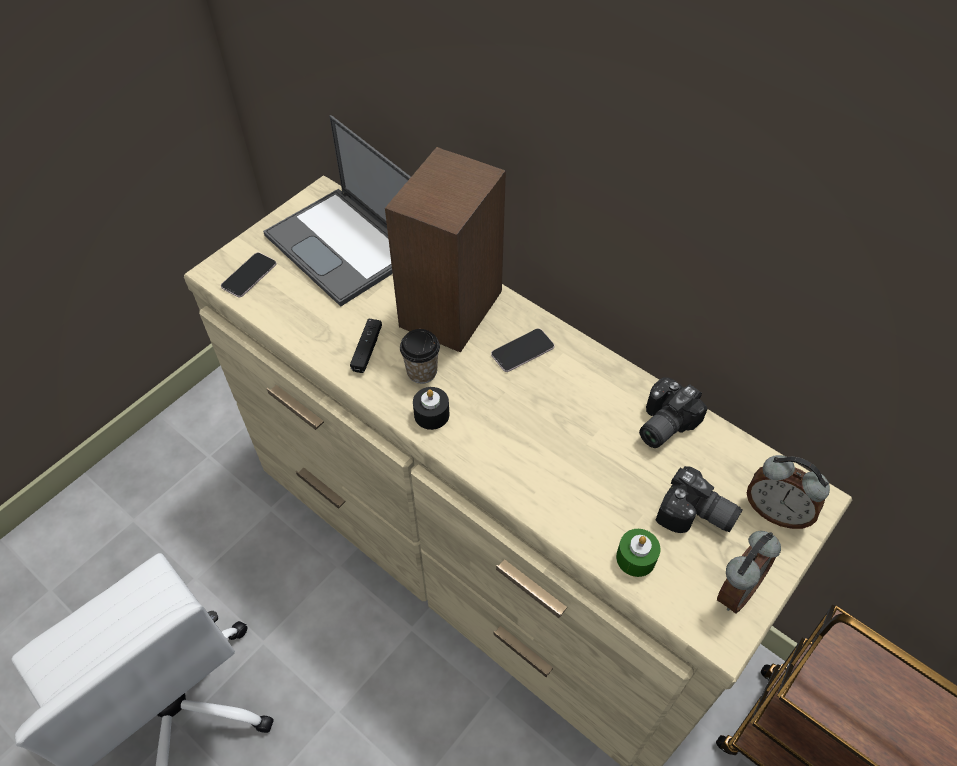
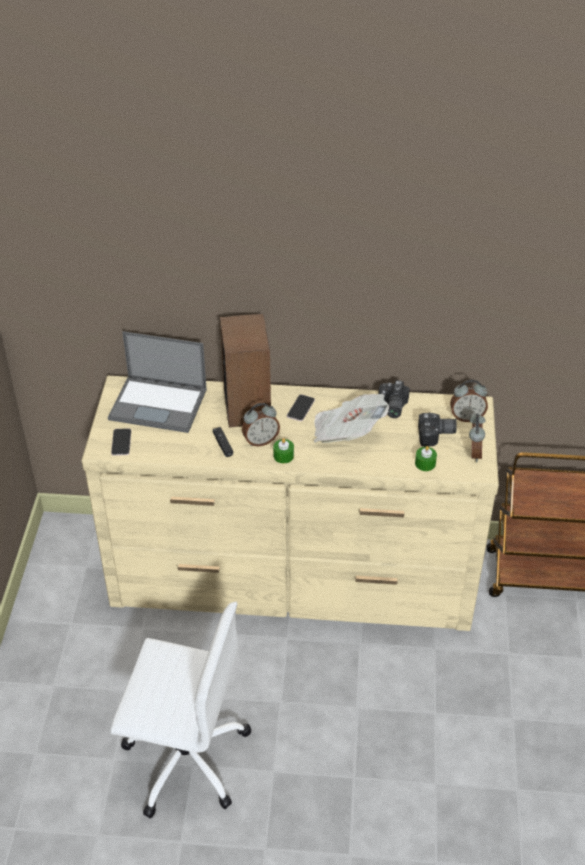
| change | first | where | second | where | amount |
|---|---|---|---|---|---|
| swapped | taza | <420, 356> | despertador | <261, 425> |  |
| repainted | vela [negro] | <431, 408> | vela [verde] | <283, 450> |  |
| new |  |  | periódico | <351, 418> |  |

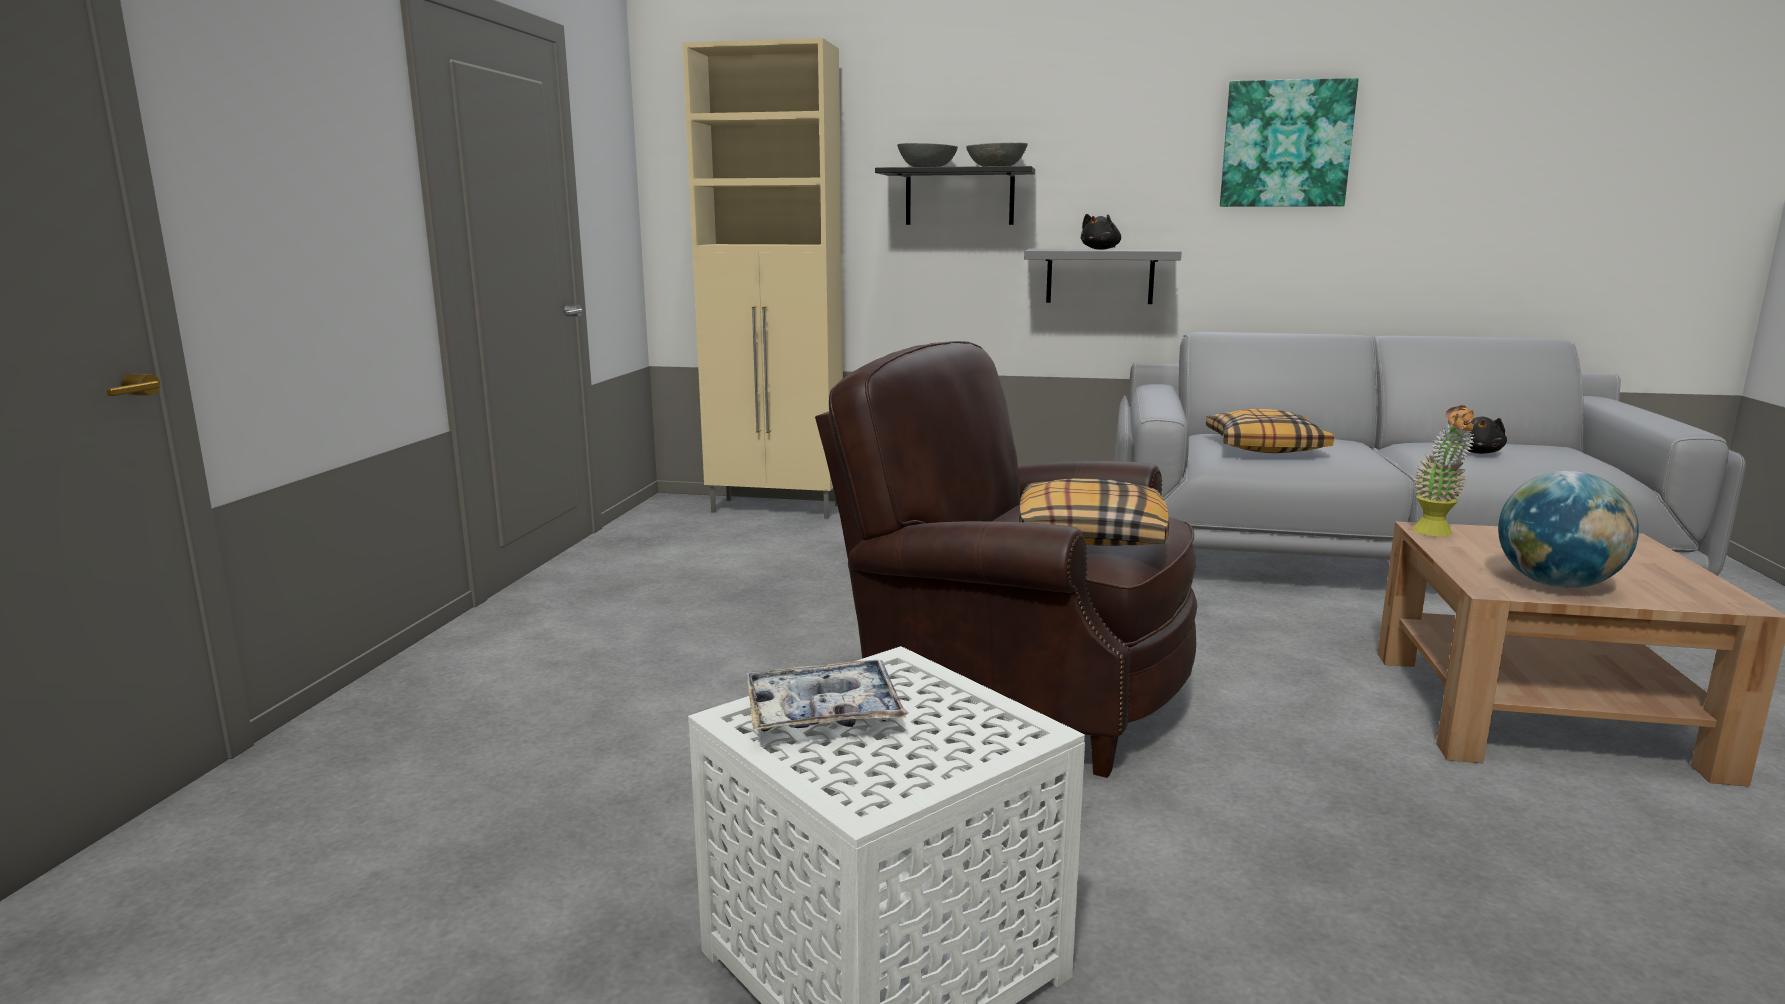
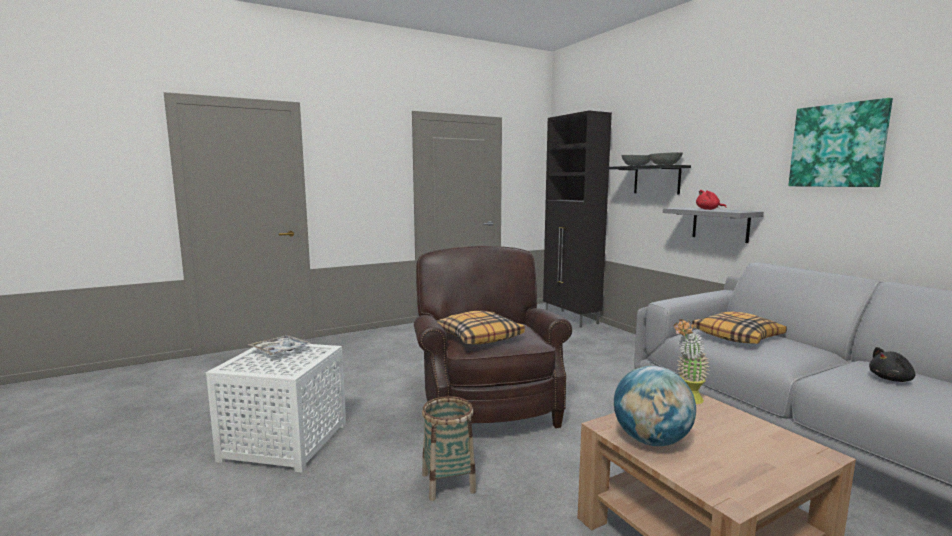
| change | first | where | second | where | amount |
|---|---|---|---|---|---|
| repainted | armario [beis] | <762, 278> | armario [negro] | <577, 219> |  |
| repainted | peluche [negro] | <1101, 232> | peluche [rojo] | <711, 200> |  |
| new |  |  | cesta | <449, 448> |  |

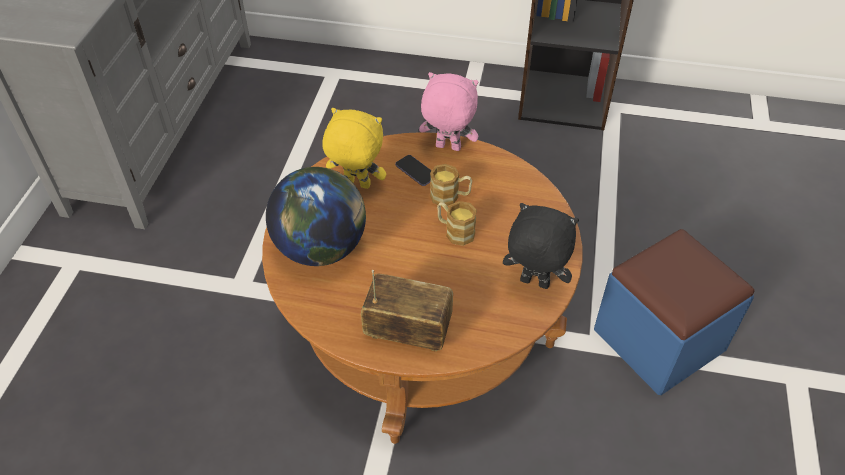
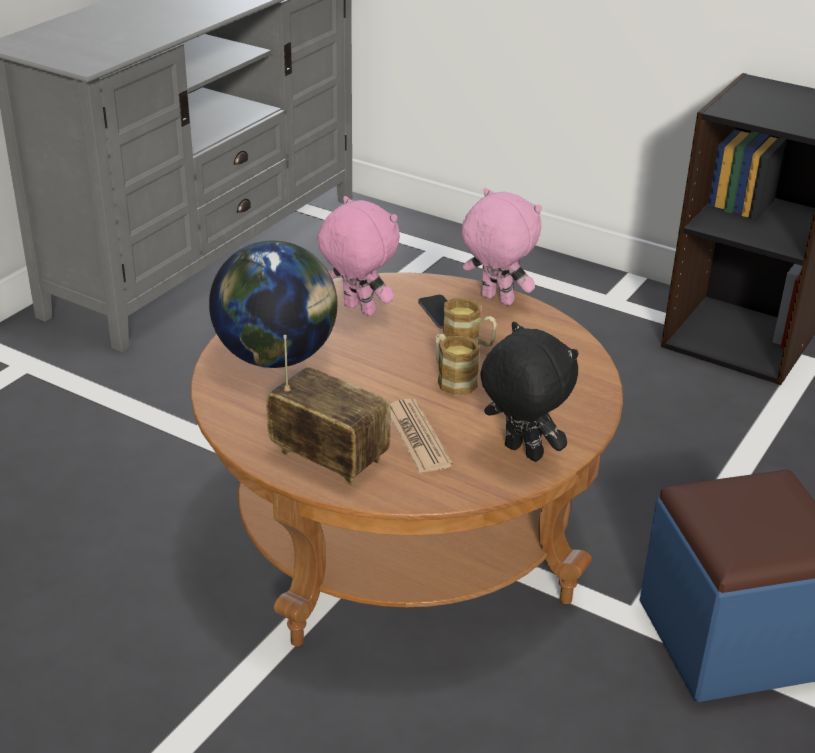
| change | first | where | second | where | amount |
|---|---|---|---|---|---|
| repainted | peluche [amarillo] | <354, 148> | peluche [rosa] | <359, 256> |  |
| new |  |  | periódico | <421, 436> |  |

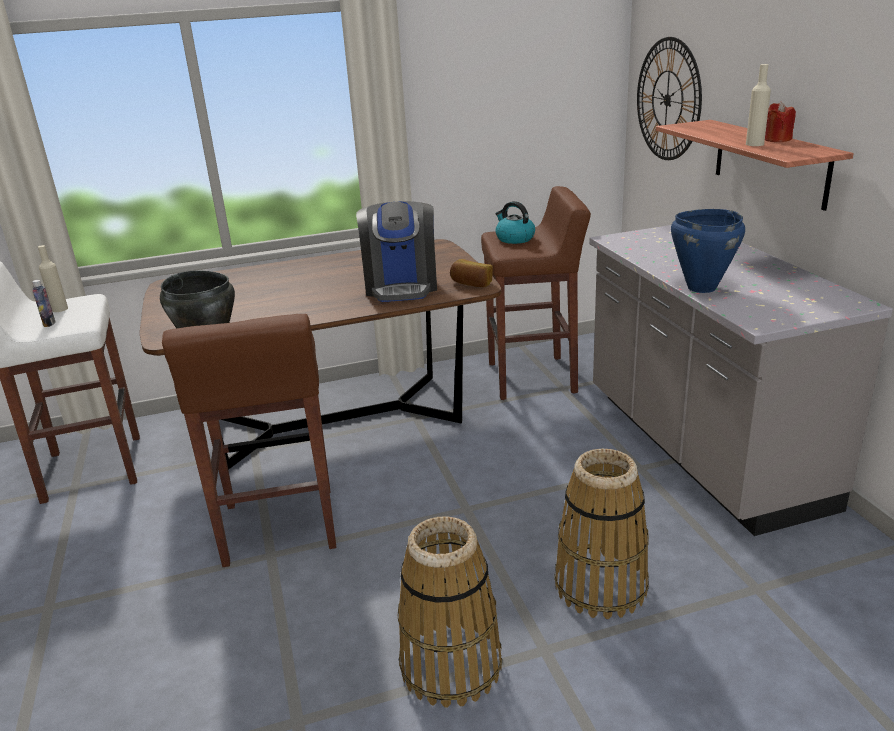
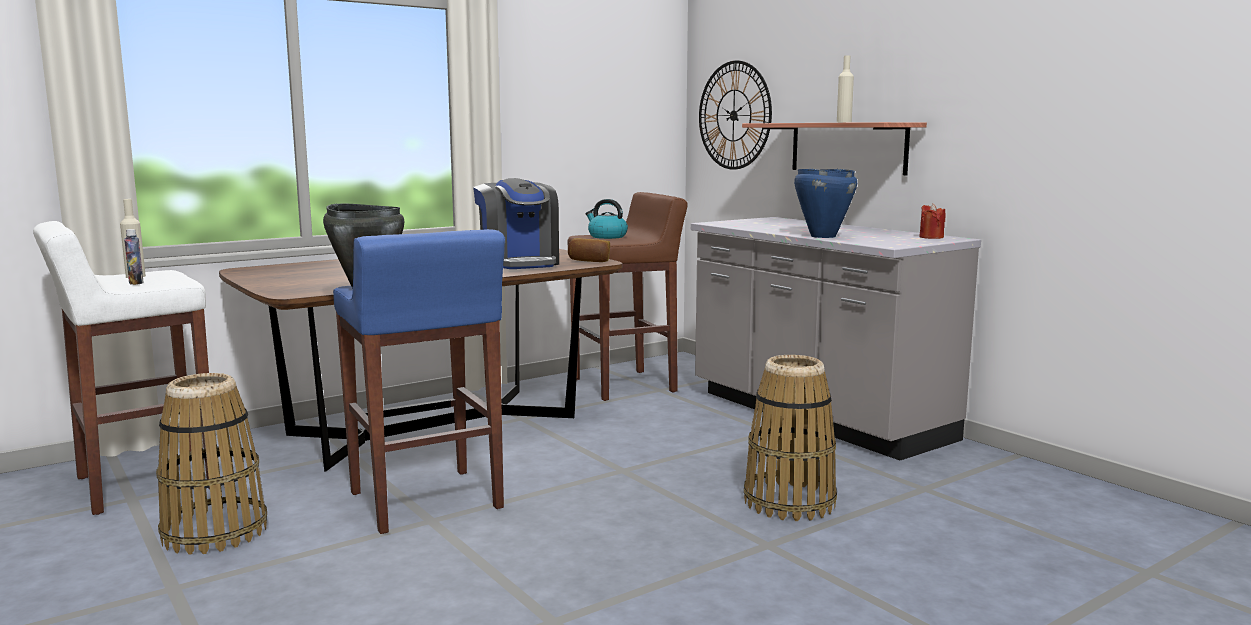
| change | first | where | second | where | amount |
|---|---|---|---|---|---|
| repainted | taburete [marrón] | <249, 440> | taburete [azul] | <419, 381> |  |
| shifted | cesta | <450, 612> |  | <211, 464> |  |
| shifted | vela [rojo] | <780, 122> |  | <933, 221> |  |

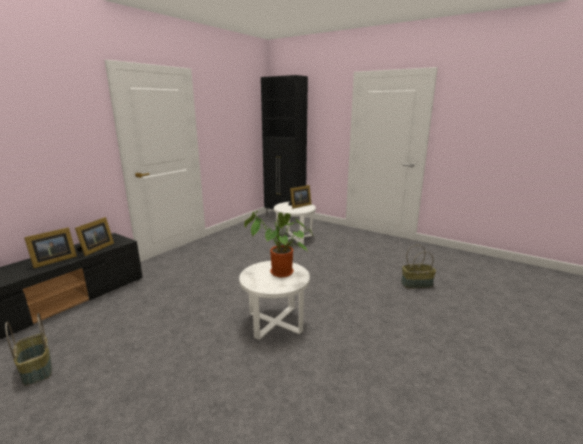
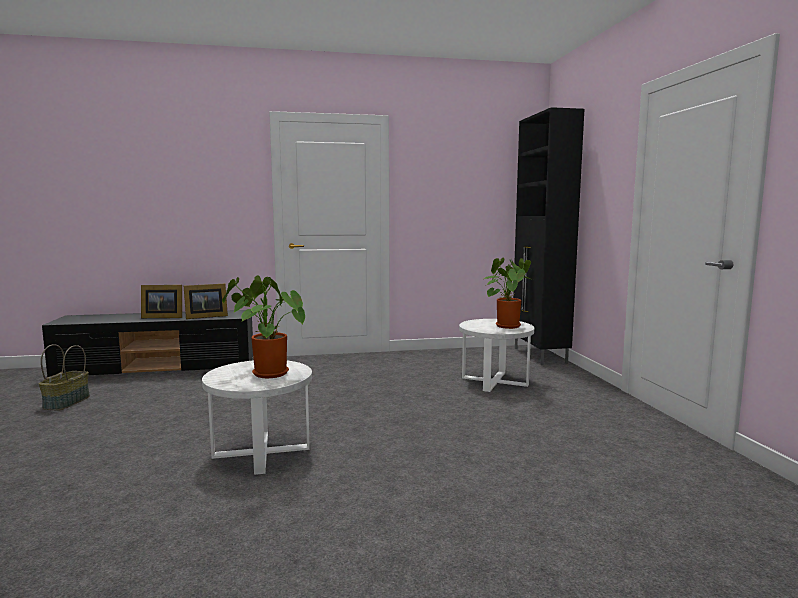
| change | first | where | second | where | amount |
|---|---|---|---|---|---|
| swapped | portarretratos | <300, 197> | planta en maceta | <508, 293> |  |
| gone | cesta | <418, 267> |  |  |  |

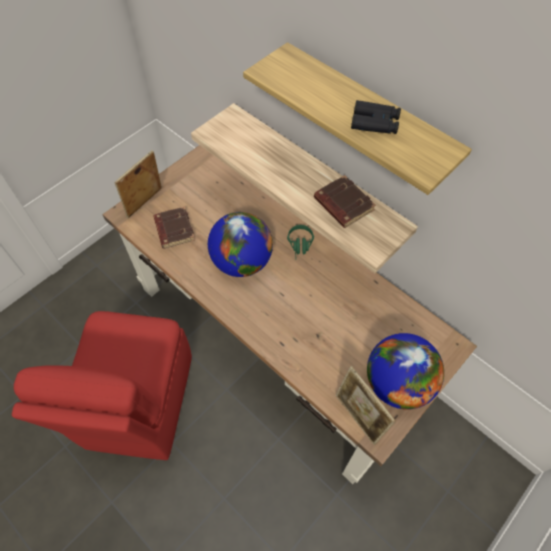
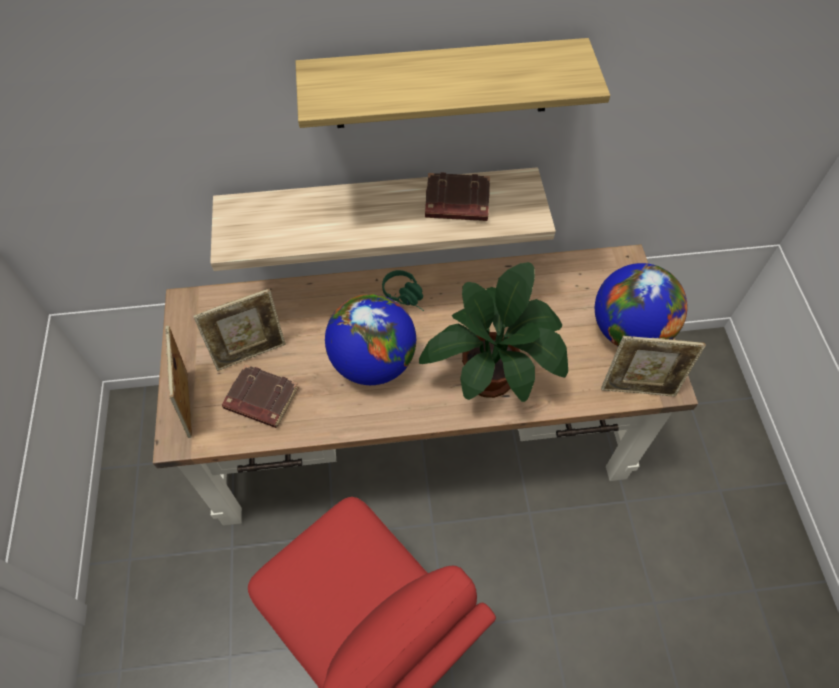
| change | first | where | second | where | amount |
|---|---|---|---|---|---|
| gone | prismáticos [negro] | <376, 117> |  |  |  |
| new |  |  | portarretratos | <239, 330> |  |
| new |  |  | planta en maceta | <493, 332> |  |

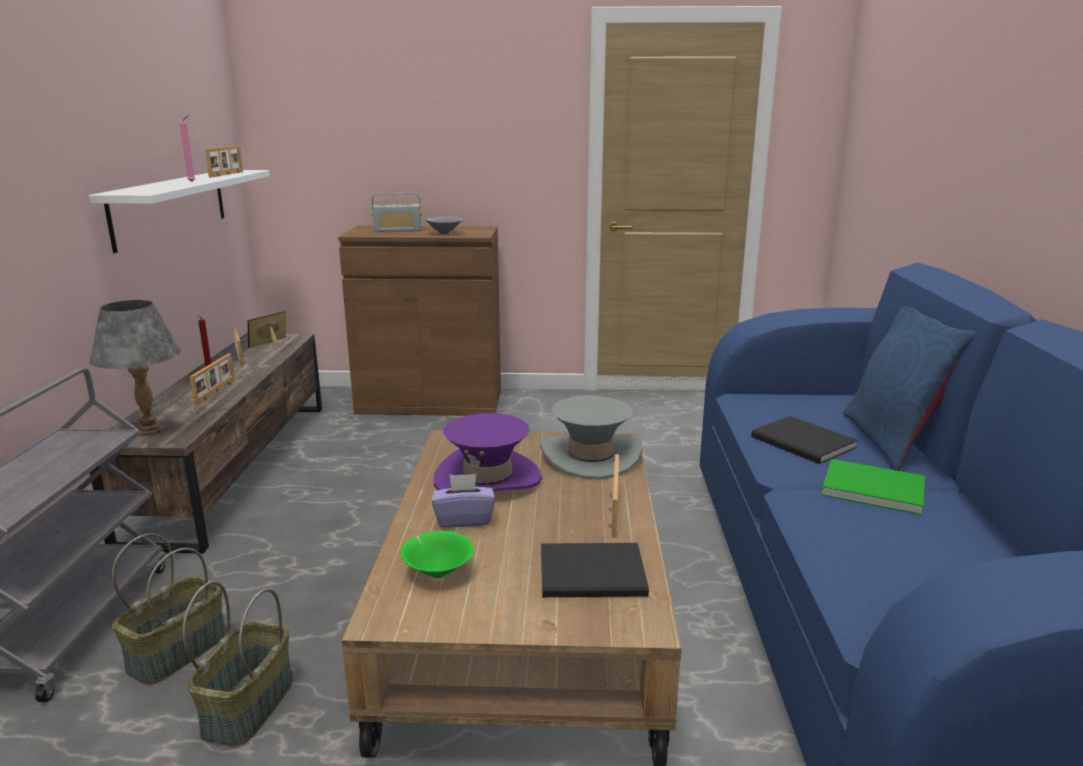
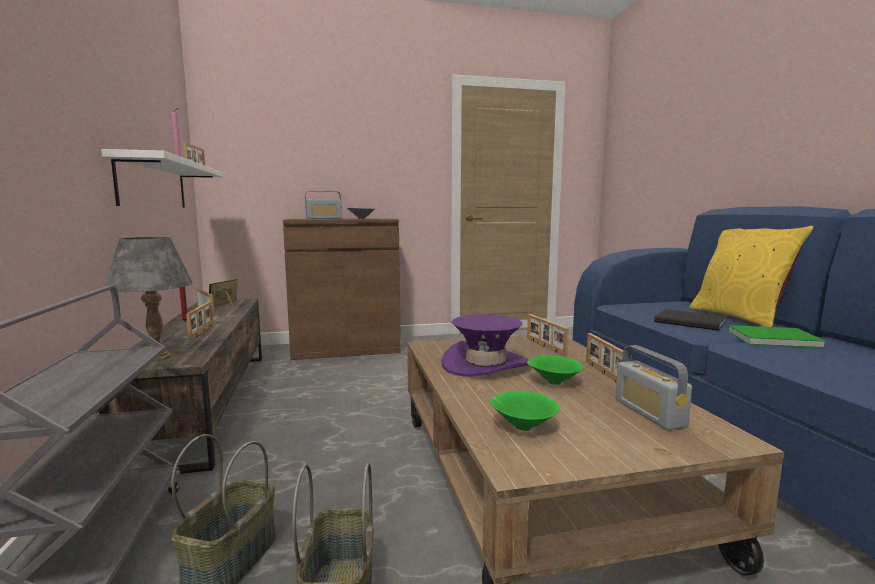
| change | first | where | second | where | amount |
|---|---|---|---|---|---|
| gone | caja de pañuelos [morado] | <463, 501> |  |  |  |
| swapped | sombrero [gris] | <591, 437> | portarretratos | <548, 335> |  |
| swapped | libro [negro] | <595, 570> | radio | <654, 387> |  |
| repainted | cojín [azul] | <909, 388> | cojín [amarillo] | <751, 276> |  |
| new |  |  | cuenco [verde] | <555, 370> |  |

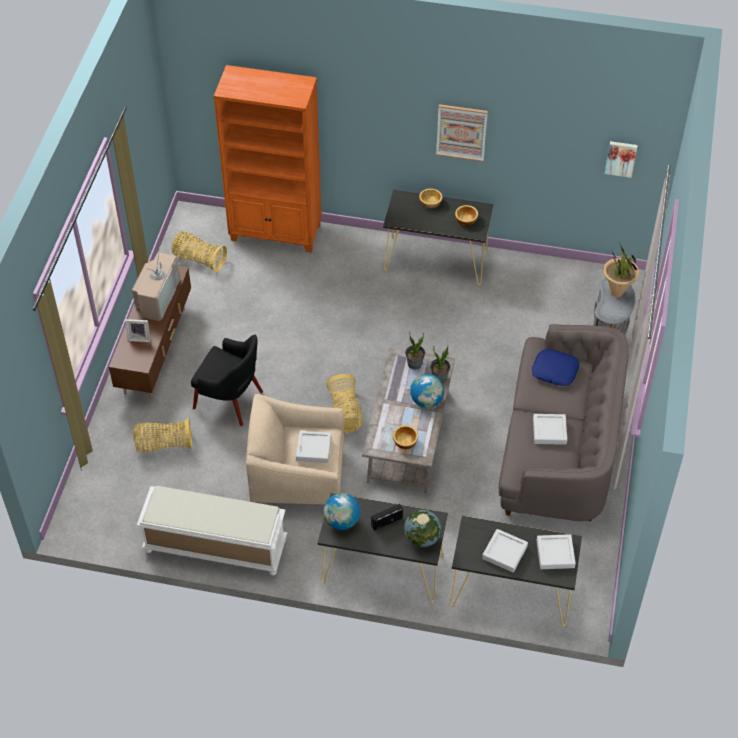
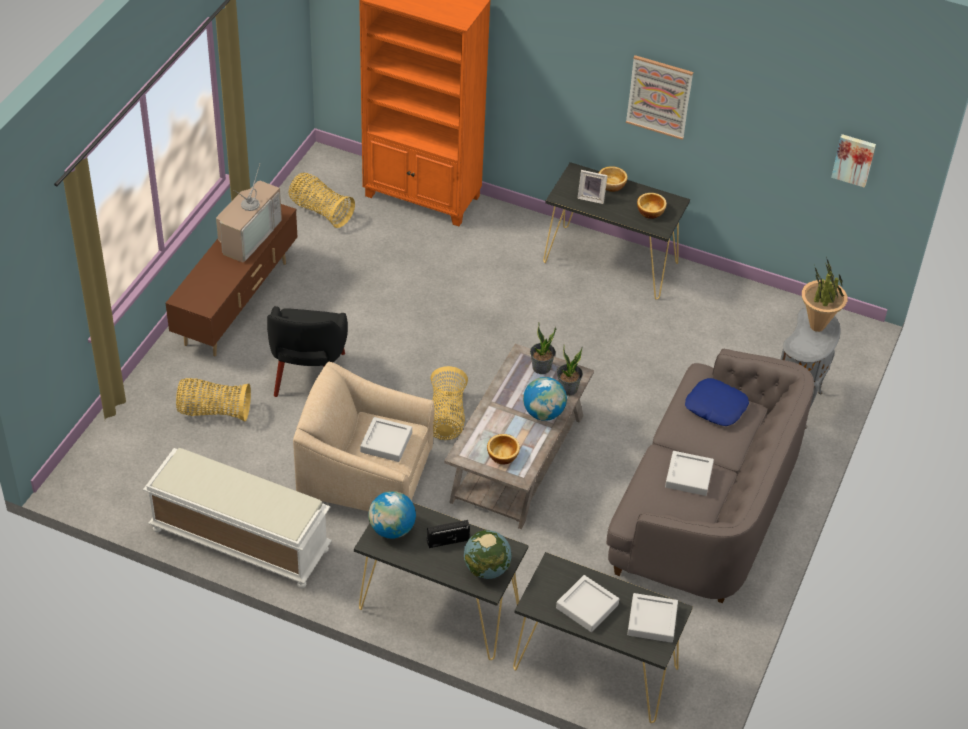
| change | first | where | second | where | amount |
|---|---|---|---|---|---|
| shifted | portarretratos | <137, 330> |  | <592, 187> |  |
| rotated | sillón [negro] | <227, 380> |  | <307, 351> | 60 degrees clockwise |

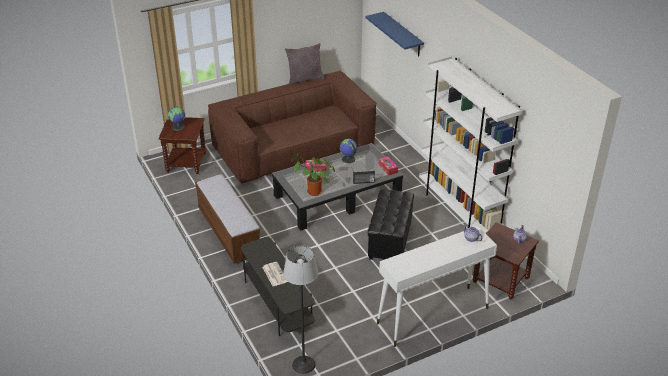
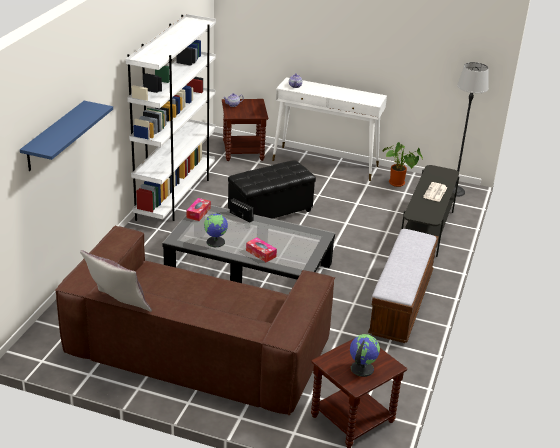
| change | first | where | second | where | amount |
|---|---|---|---|---|---|
| shifted | planta en maceta | <313, 174> |  | <403, 164> |  |

